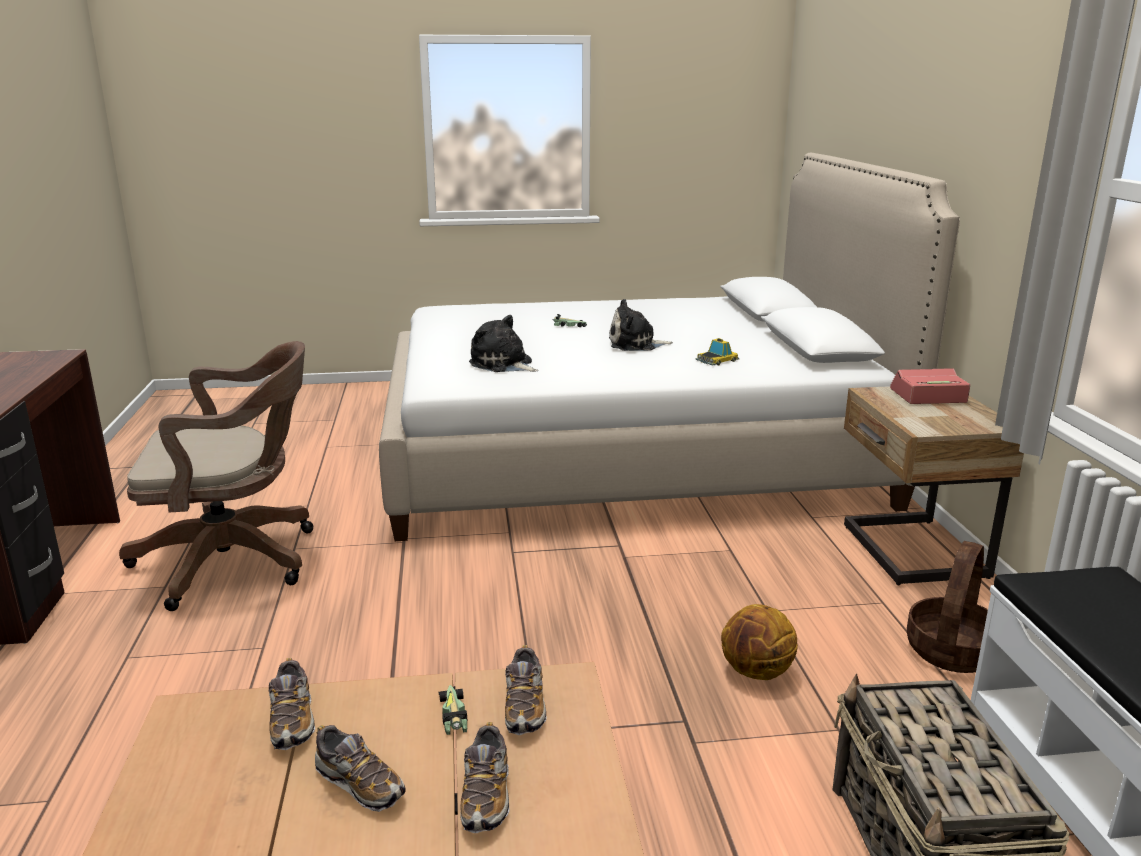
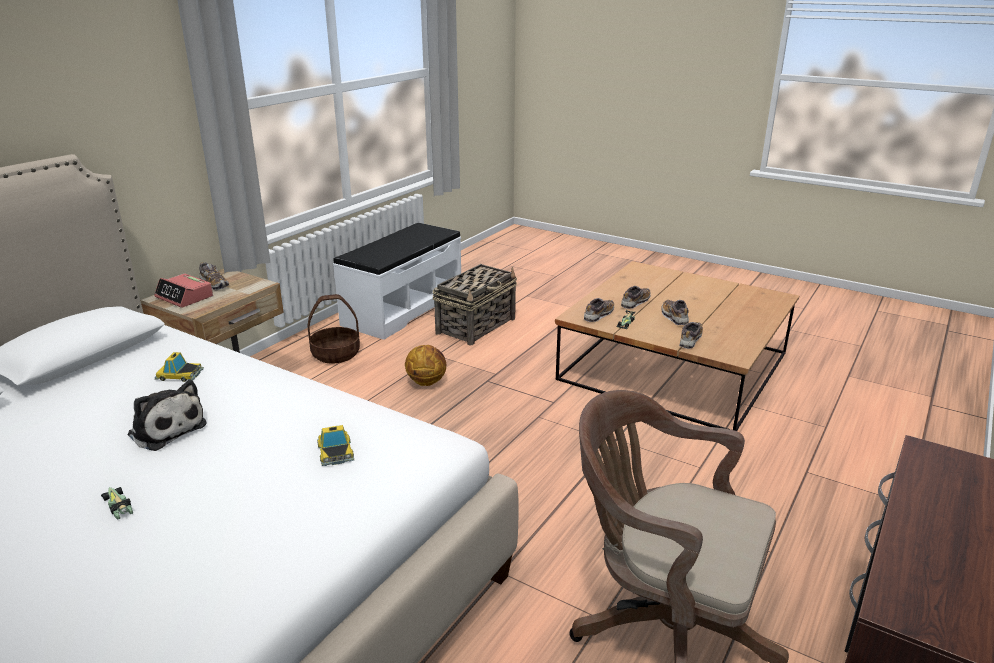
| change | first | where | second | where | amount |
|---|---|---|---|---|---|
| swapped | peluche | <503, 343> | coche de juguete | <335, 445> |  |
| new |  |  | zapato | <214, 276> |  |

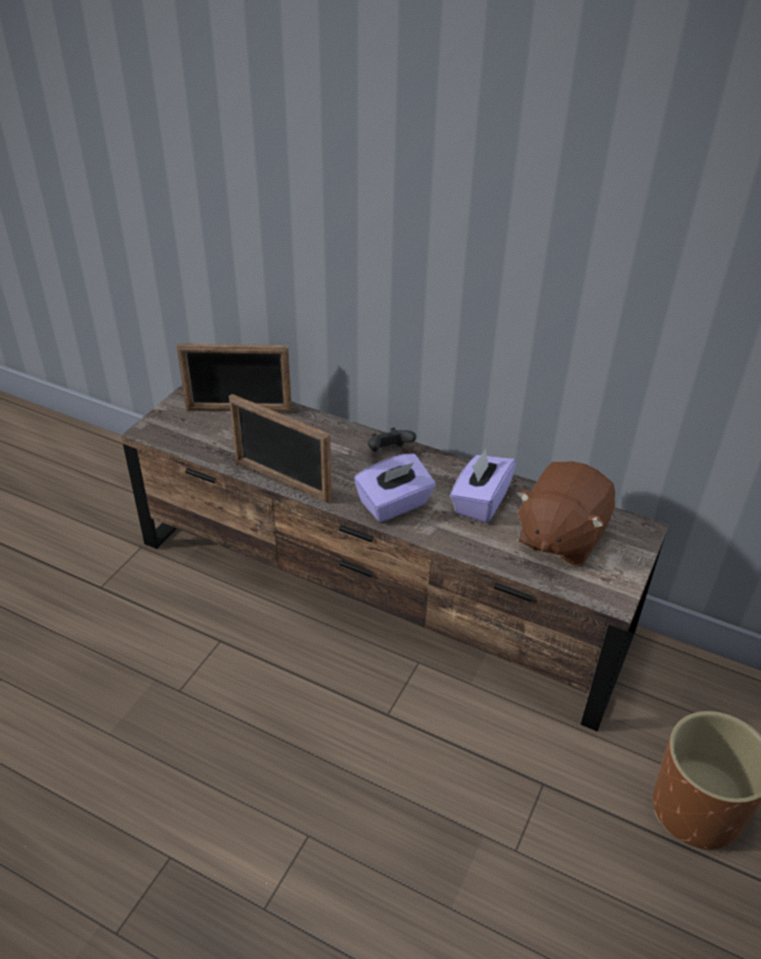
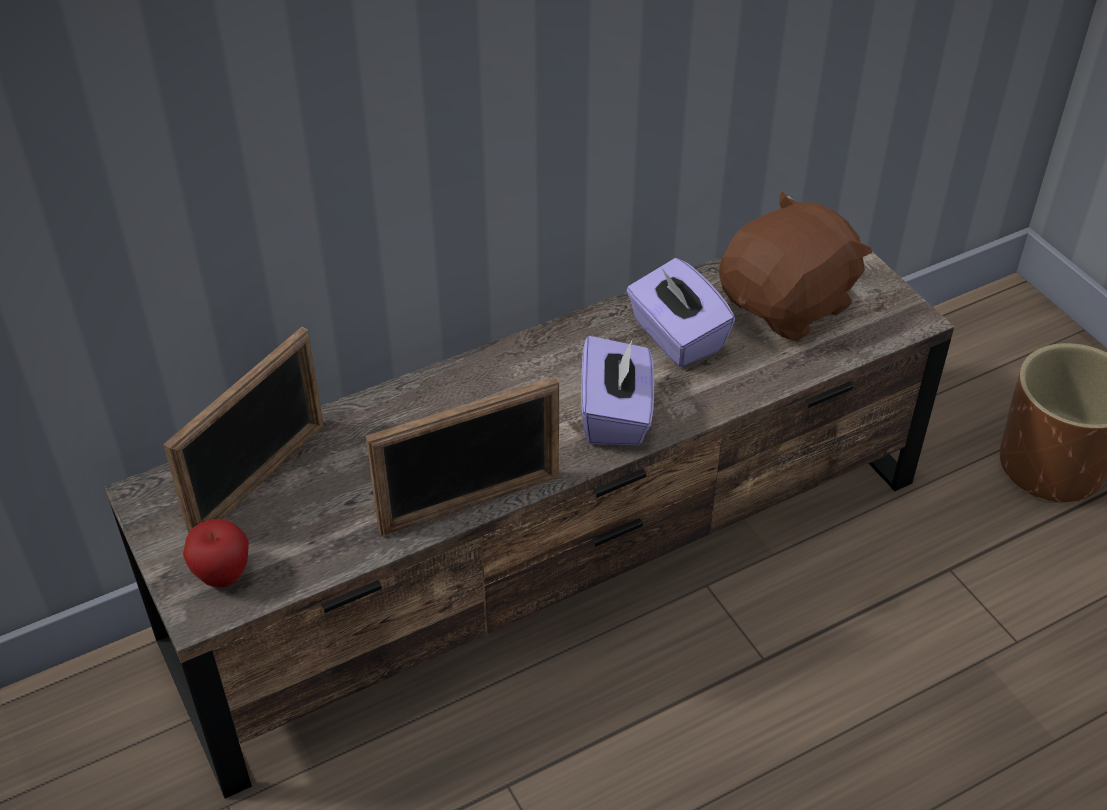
| change | first | where | second | where | amount |
|---|---|---|---|---|---|
| gone | mando de consola [negro] | <392, 439> |  |  |  |
| rotated | peluche [marrón] | <566, 513> |  | <795, 267> | 105 degrees counterclockwise |
| new |  |  | manzana | <216, 553> |  |

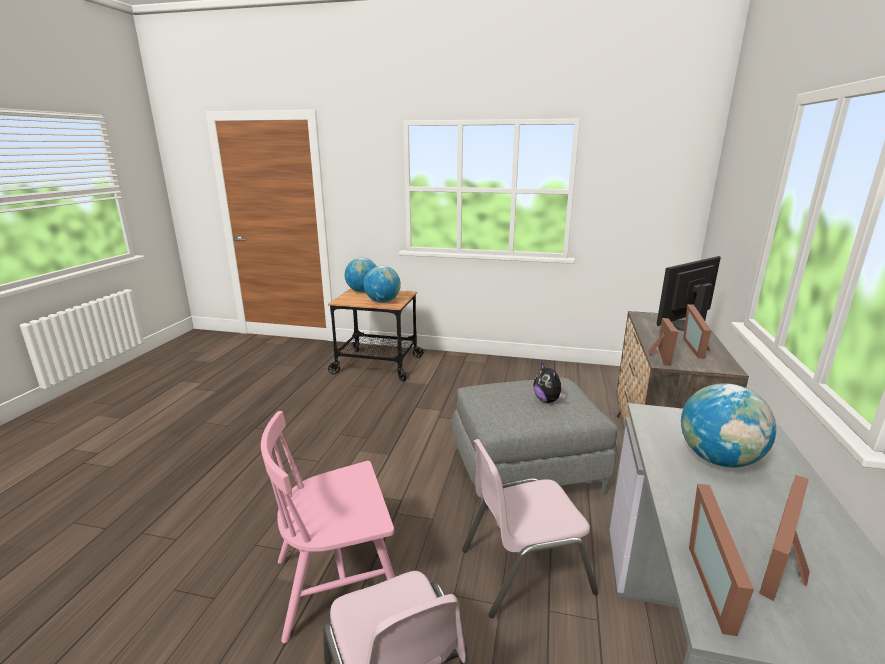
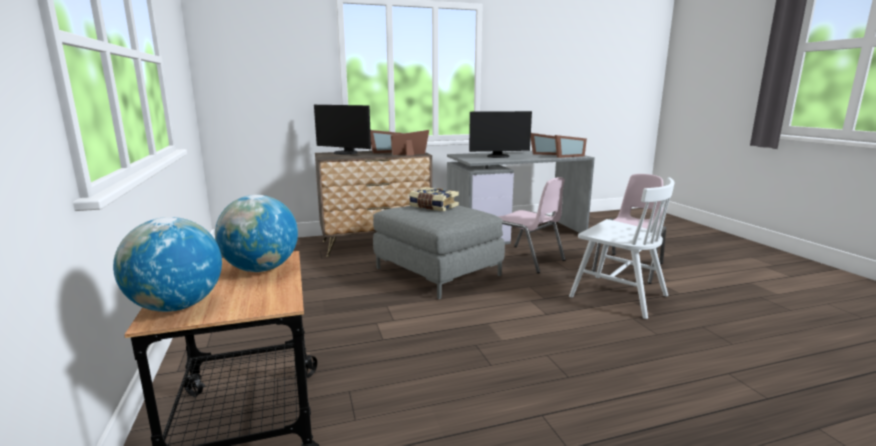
| change | first | where | second | where | amount |
|---|---|---|---|---|---|
| repainted | silla [rosa] | <328, 527> | silla [blanco] | <621, 248> |  |
| swapped | peluche | <549, 382> | libro | <434, 199> |  |
| swapped | globo terráqueo | <728, 425> | monitor | <500, 134> |  |

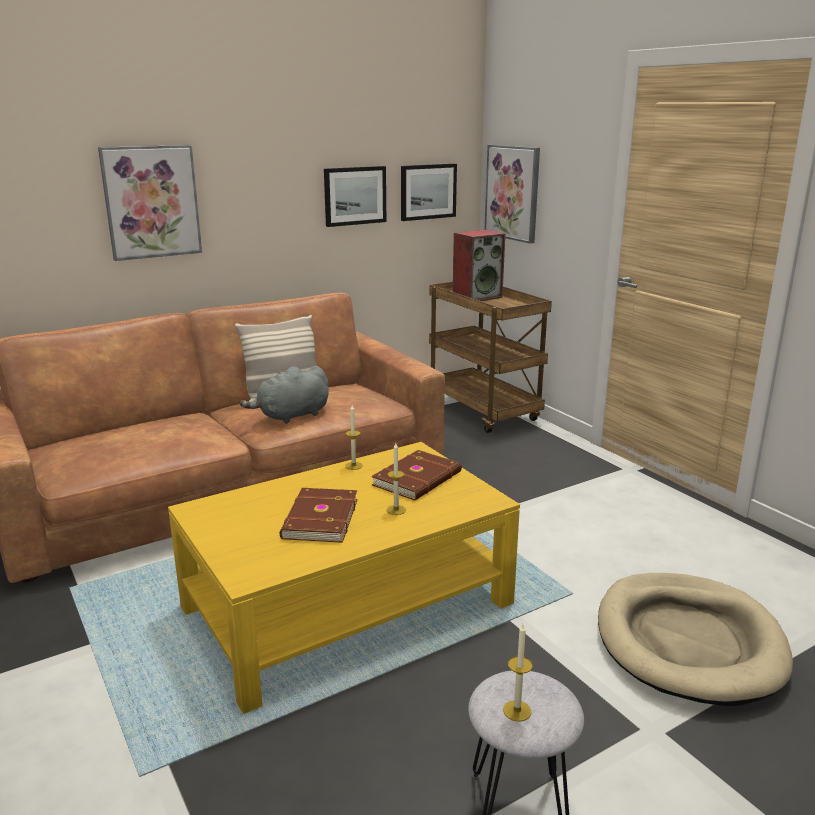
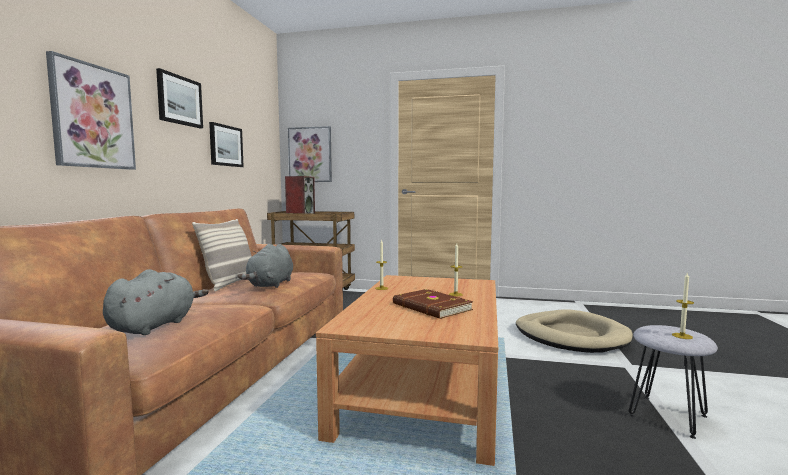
| change | first | where | second | where | amount |
|---|---|---|---|---|---|
| repainted | mesa de centro [amarillo] | <344, 578> | mesa de centro [marrón] | <407, 370> |  |
| gone | libro [marrón] | <417, 475> |  |  |  |
| shifted | cuadro | <429, 192> |  | <179, 98> |  |
| new |  |  | peluche [gris] | <156, 302> |  |

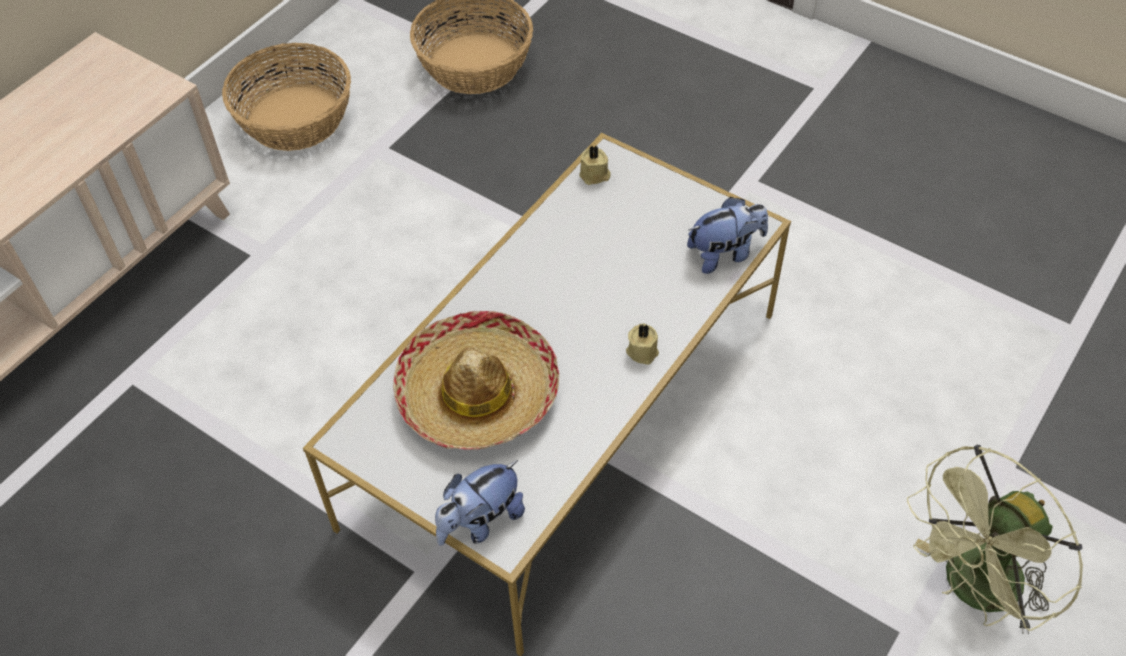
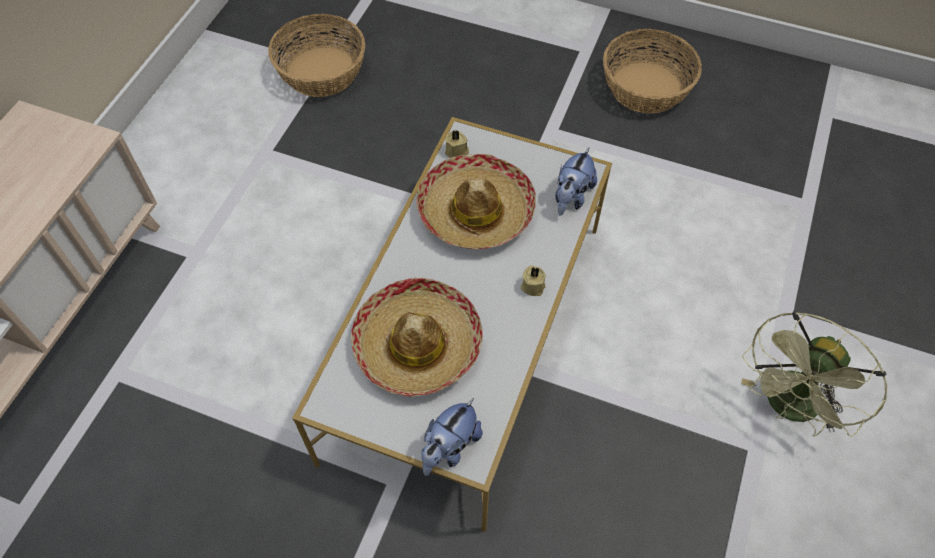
| change | first | where | second | where | amount |
|---|---|---|---|---|---|
| shifted | cesta | <286, 97> |  | <652, 71> |  |
| rotated | peluche | <727, 235> |  | <576, 182> | 150 degrees clockwise |
| new |  |  | sombrero | <476, 201> |  |

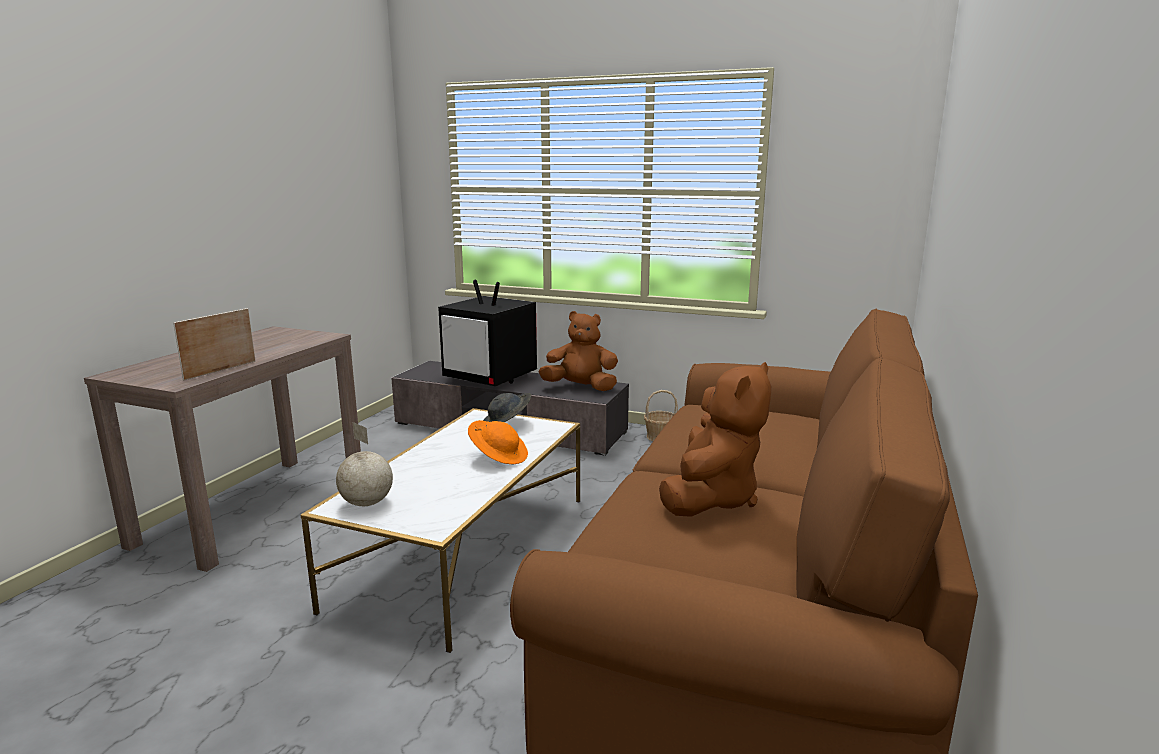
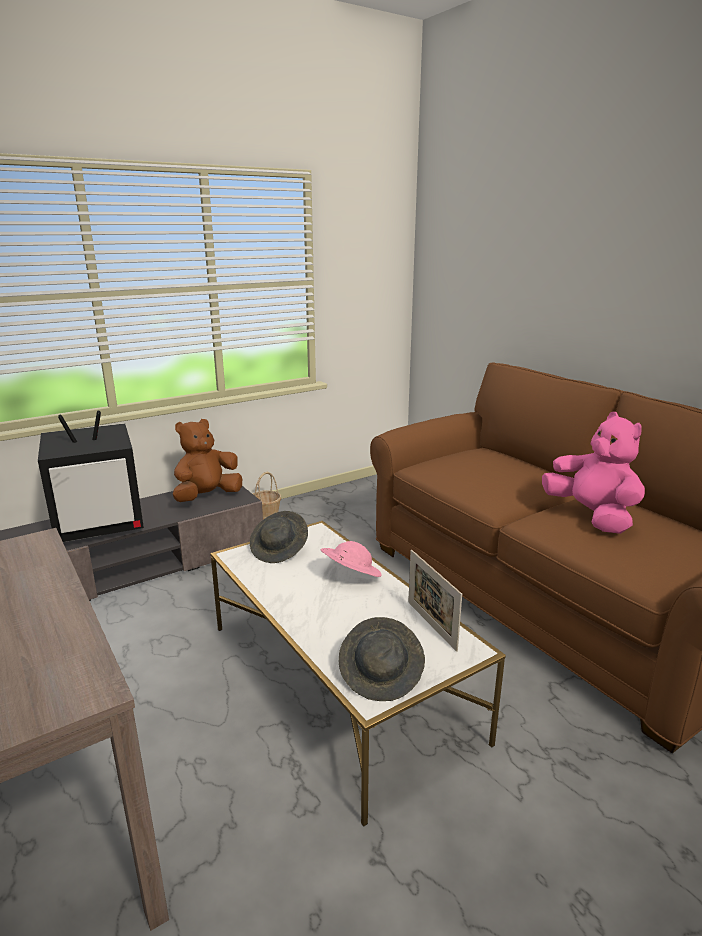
| change | first | where | second | where | amount |
|---|---|---|---|---|---|
| shifted | portarretratos | <214, 344> |  | <435, 601> |  |
| swapped | globo terráqueo | <364, 464> | sombrero [gris] | <382, 659> |  |
| repainted | sombrero [naranja] | <498, 442> | sombrero [rosa] | <351, 559> |  |
| repainted | peluche [marrón] | <715, 439> | peluche [rosa] | <593, 473> |  |

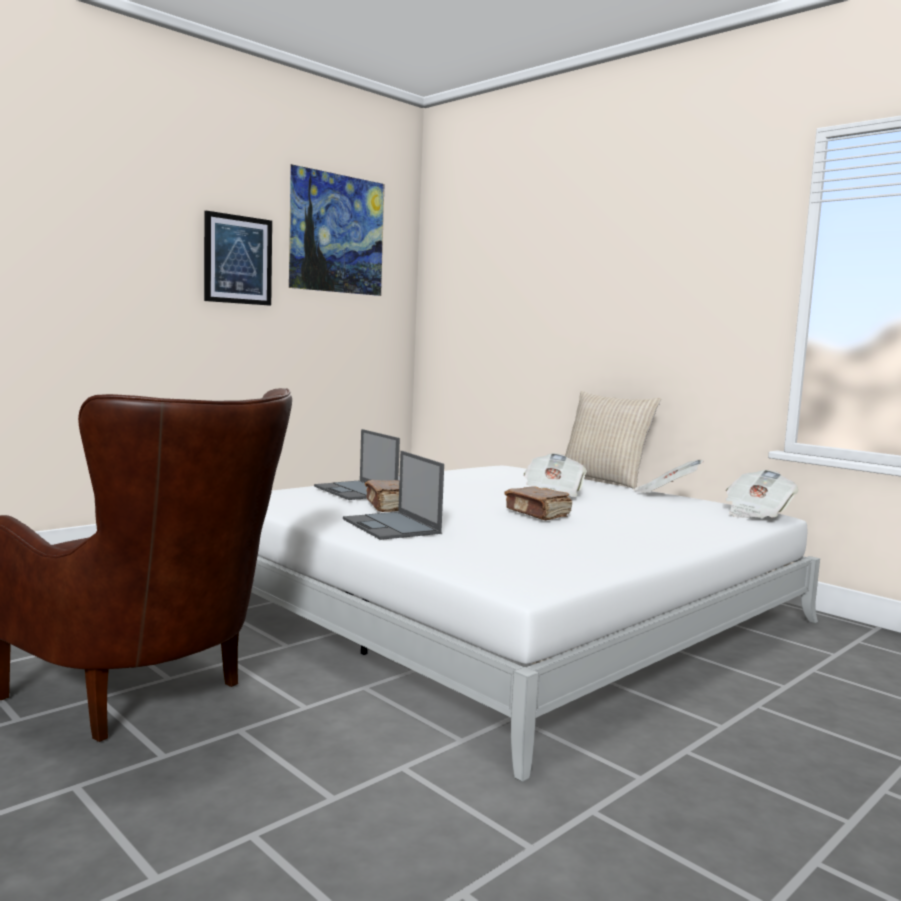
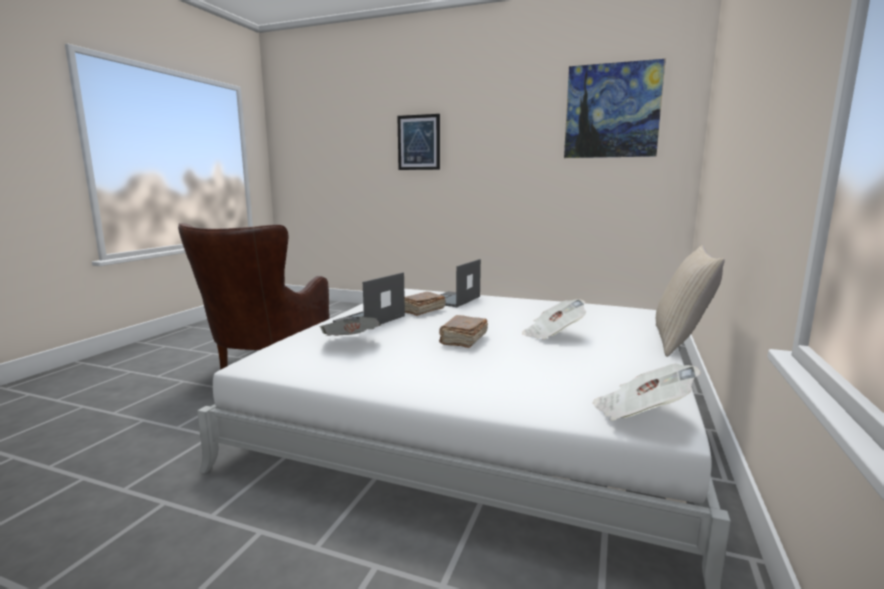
| change | first | where | second | where | amount |
|---|---|---|---|---|---|
| shifted | cuadro | <238, 258> |  | <418, 142> |  |
| shifted | periódico | <668, 476> |  | <350, 326> |  |

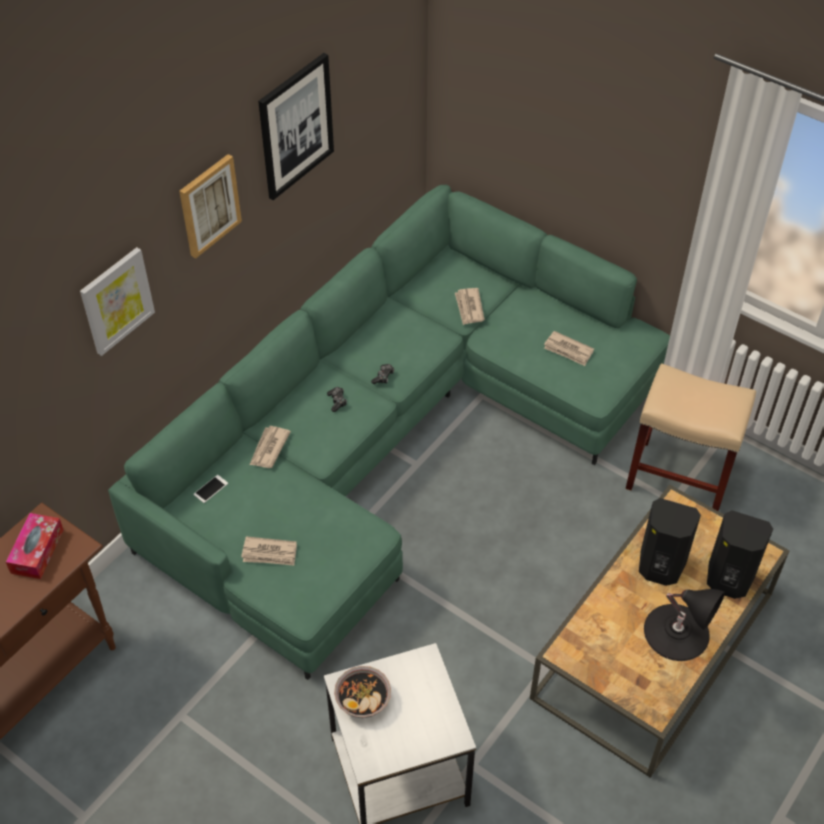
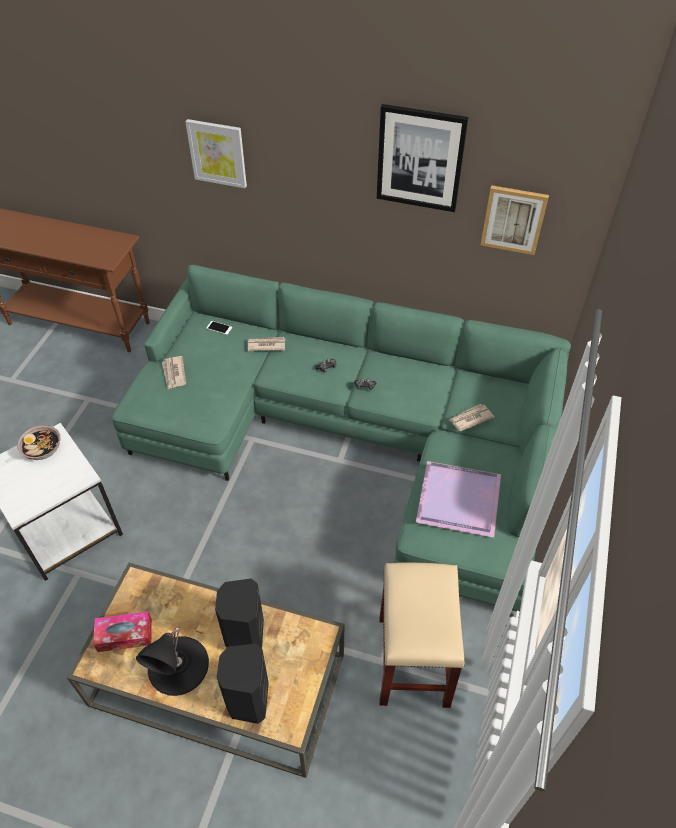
| change | first | where | second | where | amount |
|---|---|---|---|---|---|
| shifted | caja de pañuelos | <35, 546> |  | <122, 632> |  |
| shifted | cuadro | <210, 206> |  | <515, 220> |  |
| swapped | periódico | <569, 348> | bandeja [morado] | <458, 499> |  |

